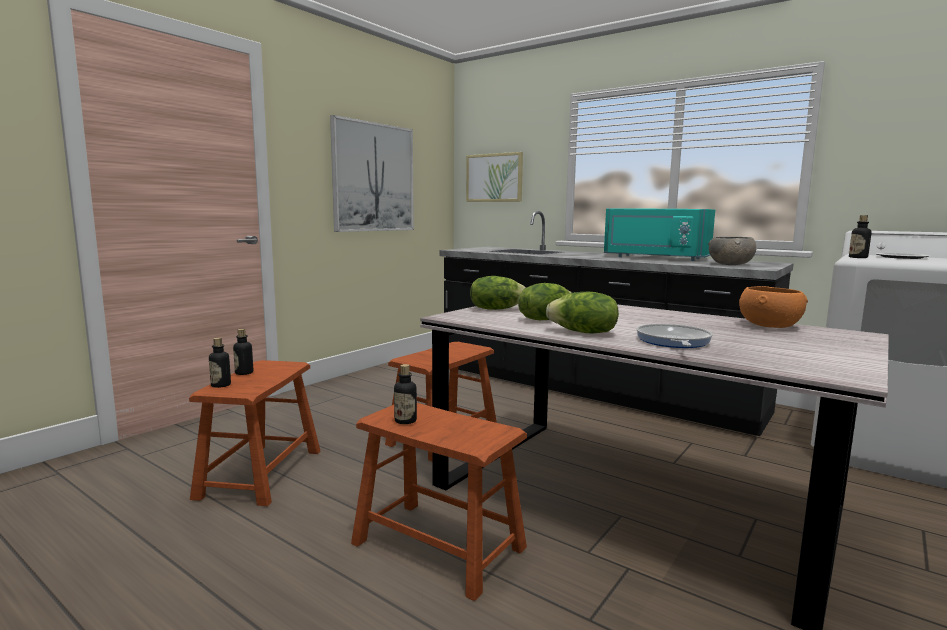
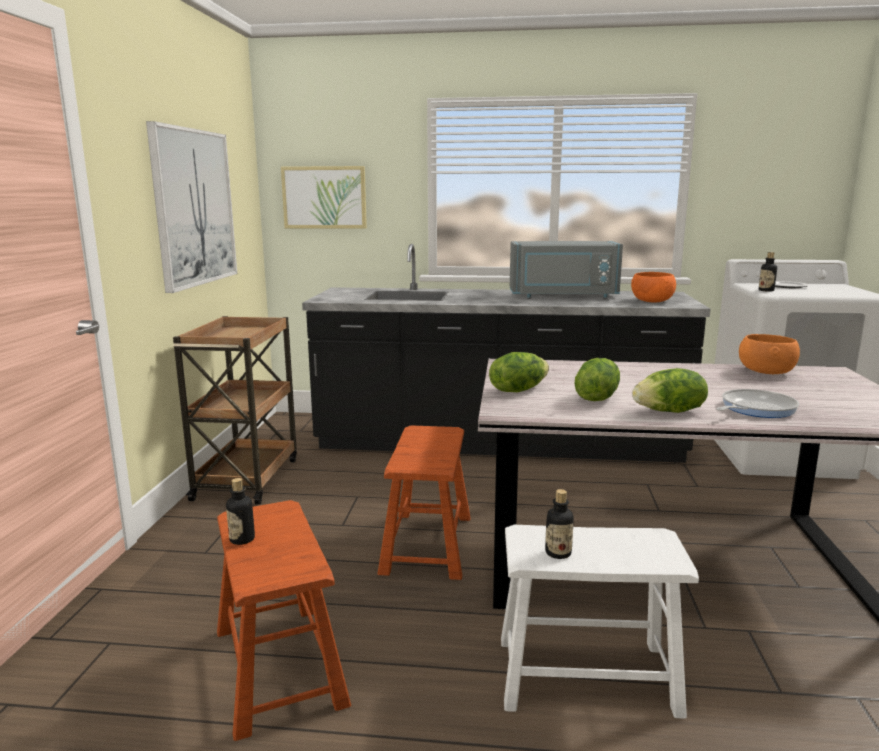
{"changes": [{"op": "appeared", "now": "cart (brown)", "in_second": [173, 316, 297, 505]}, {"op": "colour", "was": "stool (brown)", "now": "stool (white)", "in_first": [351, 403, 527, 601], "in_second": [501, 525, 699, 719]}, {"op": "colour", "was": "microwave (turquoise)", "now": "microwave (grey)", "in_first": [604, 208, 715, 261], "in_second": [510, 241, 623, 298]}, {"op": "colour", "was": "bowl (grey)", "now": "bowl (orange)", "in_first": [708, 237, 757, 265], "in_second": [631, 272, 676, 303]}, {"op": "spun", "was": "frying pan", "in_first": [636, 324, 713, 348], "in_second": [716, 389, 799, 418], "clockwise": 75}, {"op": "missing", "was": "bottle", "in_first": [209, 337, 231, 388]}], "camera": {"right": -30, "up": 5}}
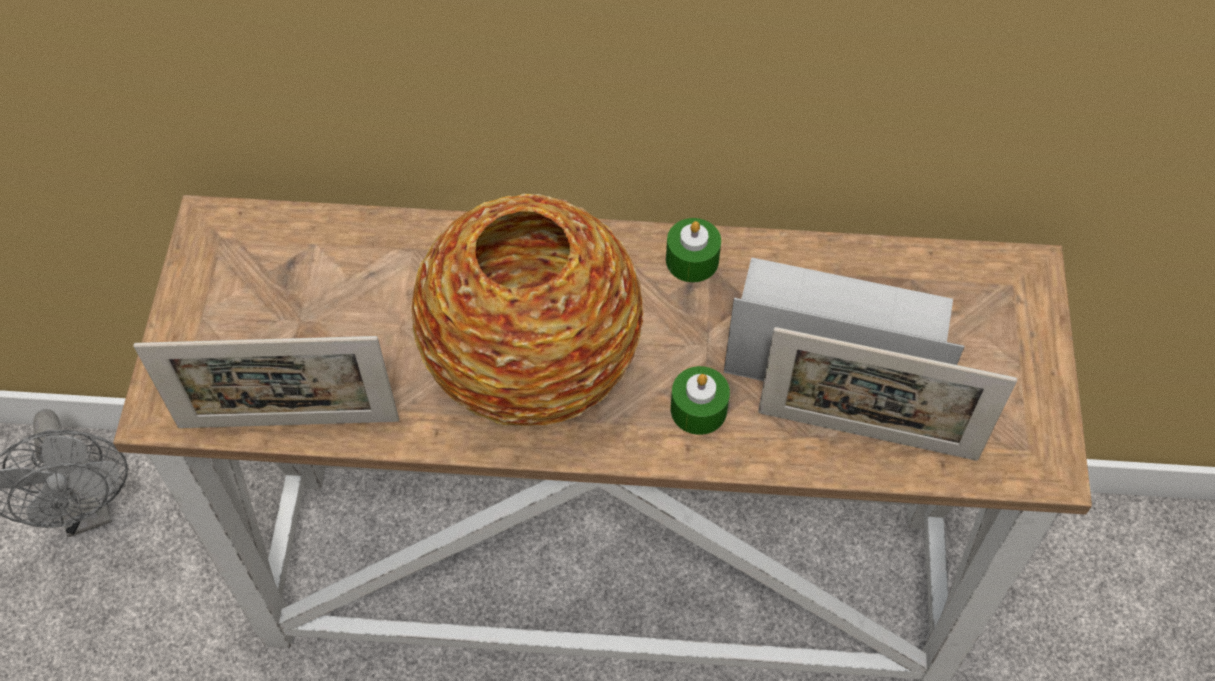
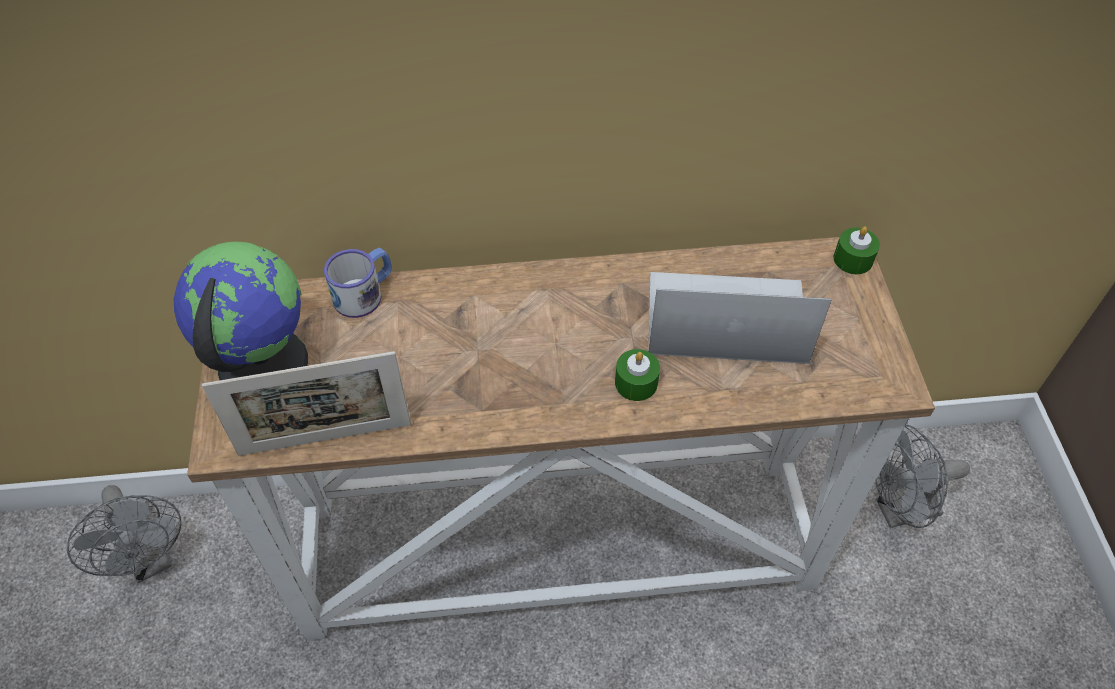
{"changes": [{"op": "appeared", "now": "globe", "in_second": [174, 242, 308, 380]}, {"op": "appeared", "now": "mug", "in_second": [324, 248, 392, 318]}, {"op": "relocated", "was": "candle (green)", "in_first": [666, 218, 721, 283], "in_second": [834, 227, 880, 274]}, {"op": "appeared", "now": "fan (grey)", "in_second": [875, 425, 970, 528]}, {"op": "missing", "was": "vase", "in_first": [411, 194, 643, 426]}, {"op": "missing", "was": "picture frame", "in_first": [758, 327, 1017, 461]}], "camera": {"right": -10, "up": -5}}
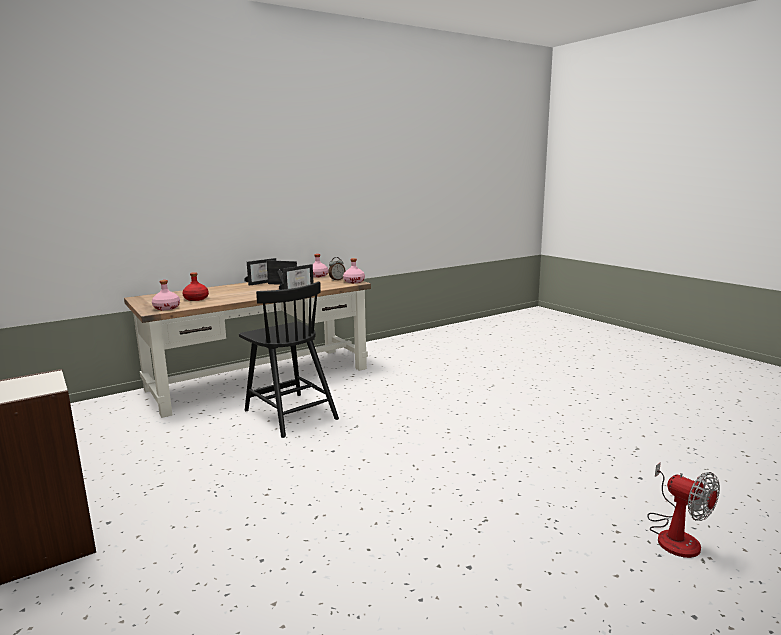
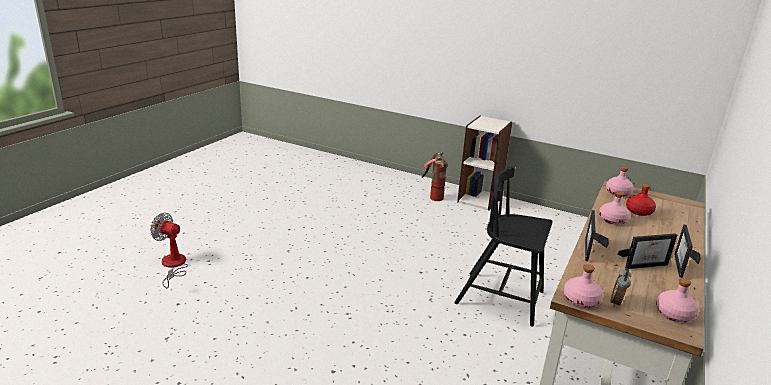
{"changes": [{"op": "appeared", "now": "fire extinguisher", "in_second": [422, 152, 447, 201]}, {"op": "appeared", "now": "bottle (pink)", "in_second": [599, 191, 630, 225]}], "camera": {"right": 150, "up": 10}}
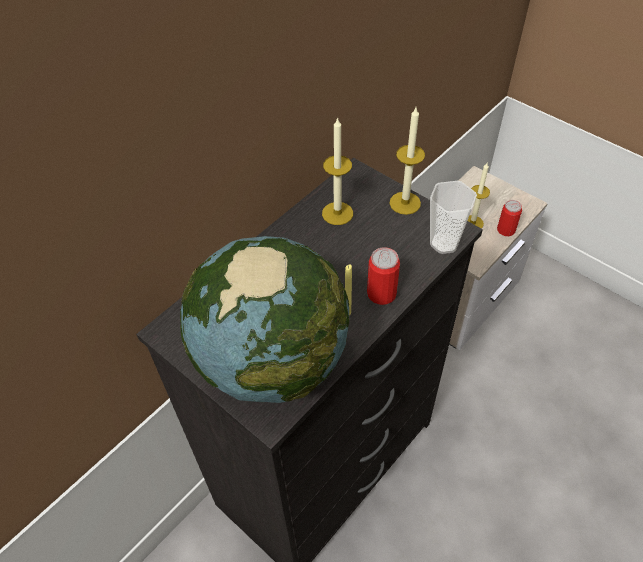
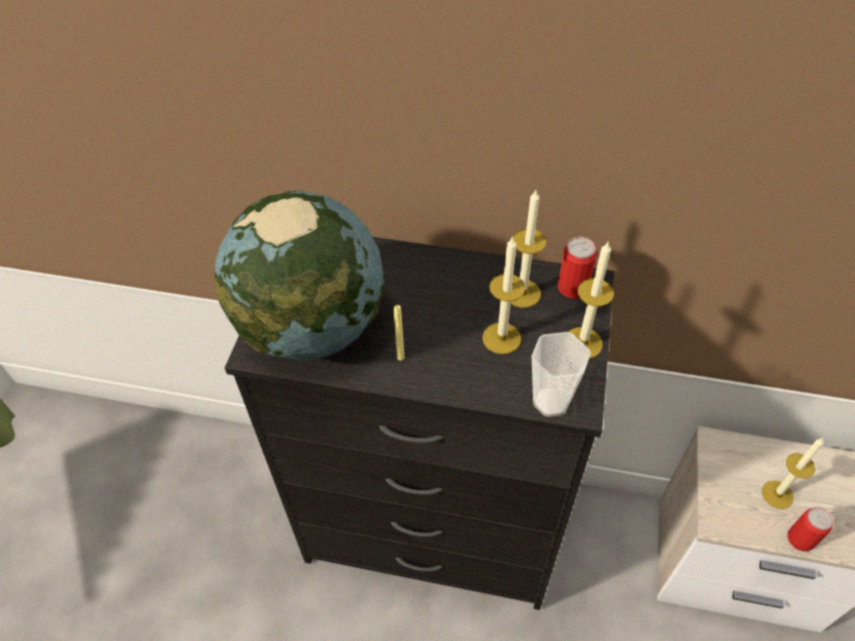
{"changes": [{"op": "appeared", "now": "candle", "in_second": [482, 236, 525, 354]}, {"op": "relocated", "was": "can", "in_first": [367, 247, 400, 305], "in_second": [557, 237, 597, 299]}], "camera": {"right": 60, "up": 0}}
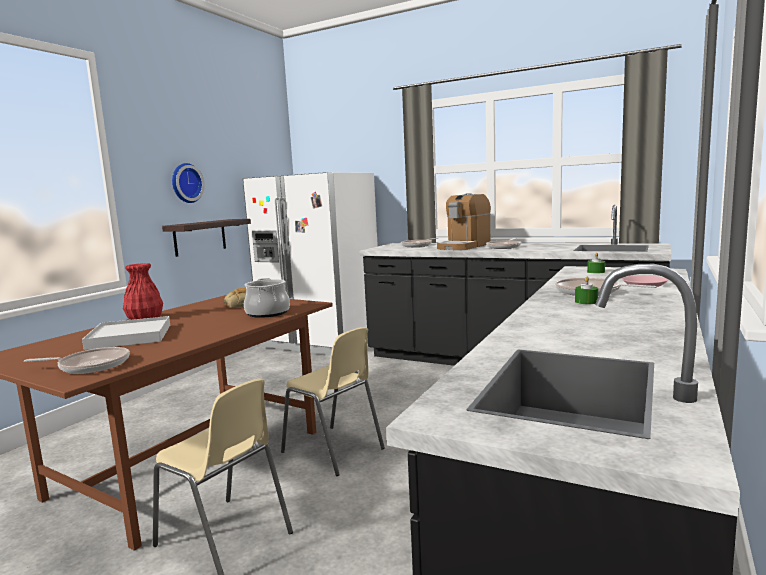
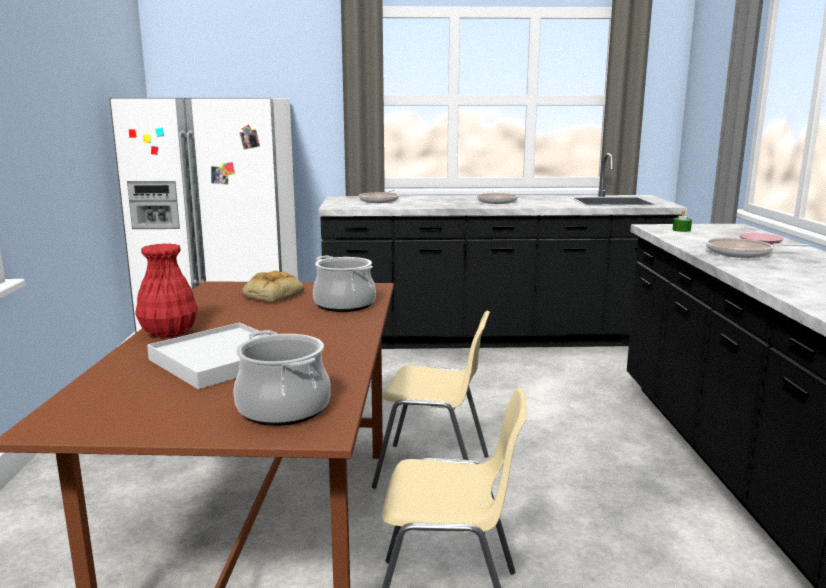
{"changes": [{"op": "exchanged", "was": "frying pan", "now": "cooking pot", "in_first": [24, 347, 130, 374], "in_second": [233, 330, 331, 426]}, {"op": "missing", "was": "shelf", "in_first": [162, 219, 251, 257]}, {"op": "missing", "was": "wall clock", "in_first": [172, 163, 205, 203]}, {"op": "missing", "was": "coffee machine", "in_first": [437, 193, 491, 250]}, {"op": "missing", "was": "candle (green)", "in_first": [575, 276, 598, 304]}], "camera": {"right": -30, "up": 5}}
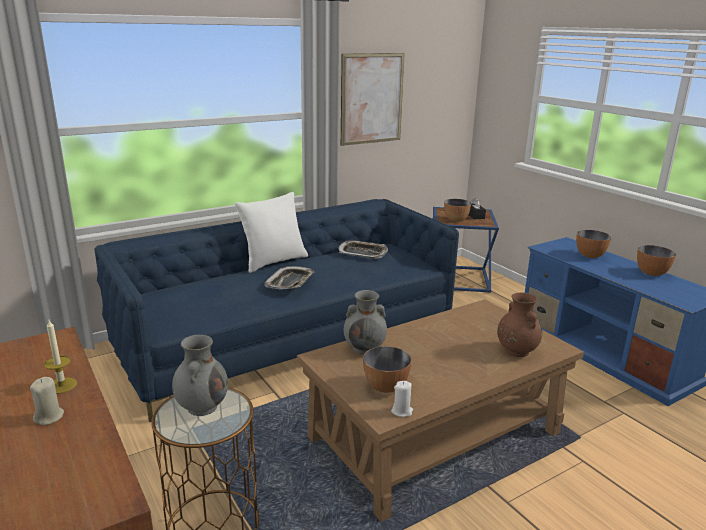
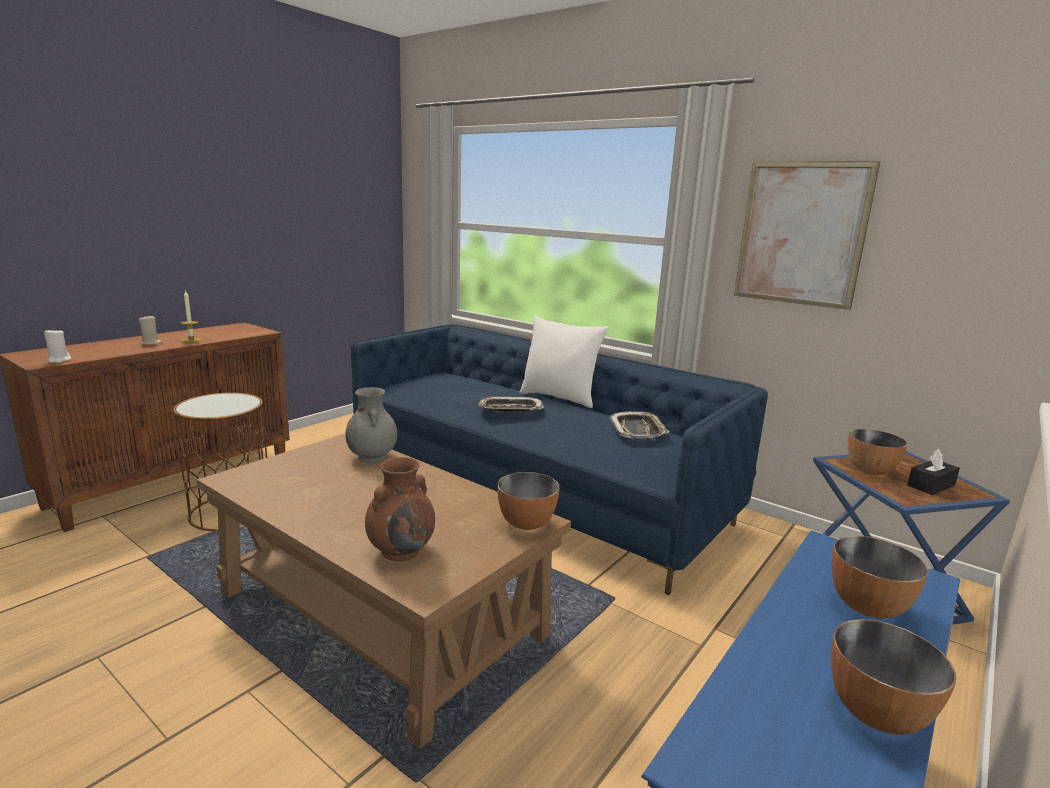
{"changes": [{"op": "relocated", "was": "candle (white)", "in_first": [391, 381, 413, 417], "in_second": [44, 328, 71, 363]}, {"op": "relocated", "was": "bowl", "in_first": [363, 346, 411, 393], "in_second": [497, 472, 559, 530]}, {"op": "missing", "was": "vase (grey)", "in_first": [172, 335, 228, 416]}], "camera": {"right": 70, "up": -5}}
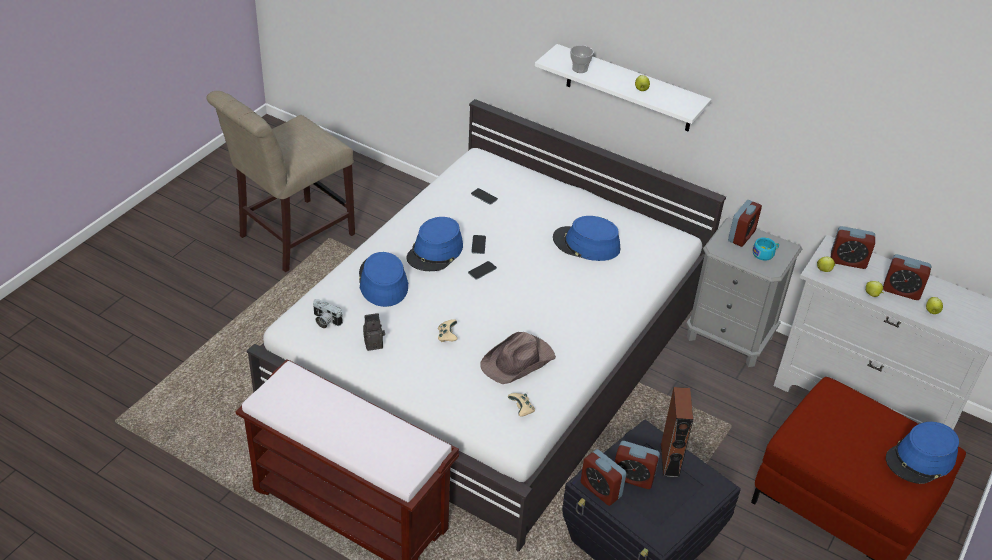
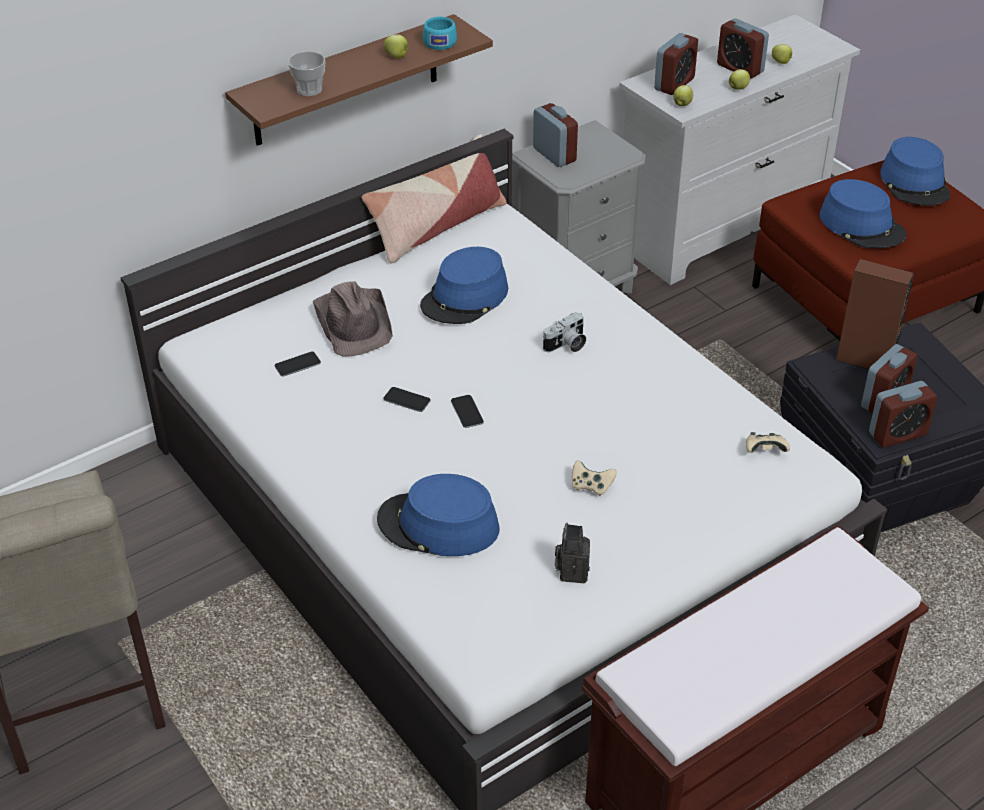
{"changes": [{"op": "colour", "was": "shelf (white)", "now": "shelf (brown)", "in_first": [535, 44, 711, 131], "in_second": [225, 14, 493, 146]}, {"op": "relocated", "was": "hat (brown)", "in_first": [480, 332, 556, 384], "in_second": [313, 281, 393, 357]}, {"op": "appeared", "now": "pillow", "in_second": [361, 134, 507, 263]}, {"op": "relocated", "was": "cup (turquoise)", "in_first": [752, 237, 779, 261], "in_second": [423, 17, 457, 50]}, {"op": "relocated", "was": "photo camera", "in_first": [313, 299, 343, 328], "in_second": [543, 312, 586, 352]}, {"op": "spun", "was": "alarm clock", "in_first": [883, 254, 931, 300], "in_second": [717, 18, 769, 79], "clockwise": 90}, {"op": "relocated", "was": "hat (blue)", "in_first": [407, 217, 463, 271], "in_second": [820, 179, 907, 248]}], "camera": {"right": -65, "up": 0}}
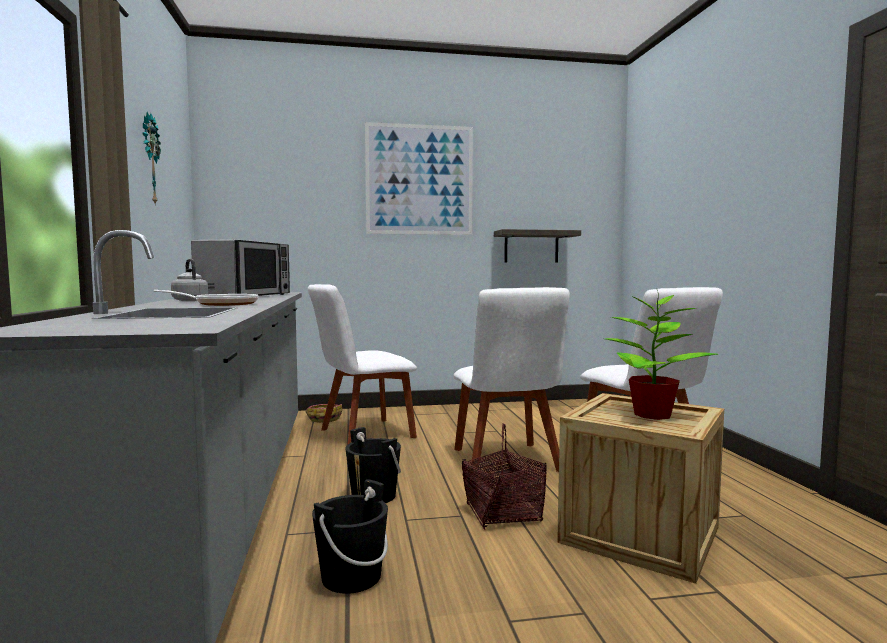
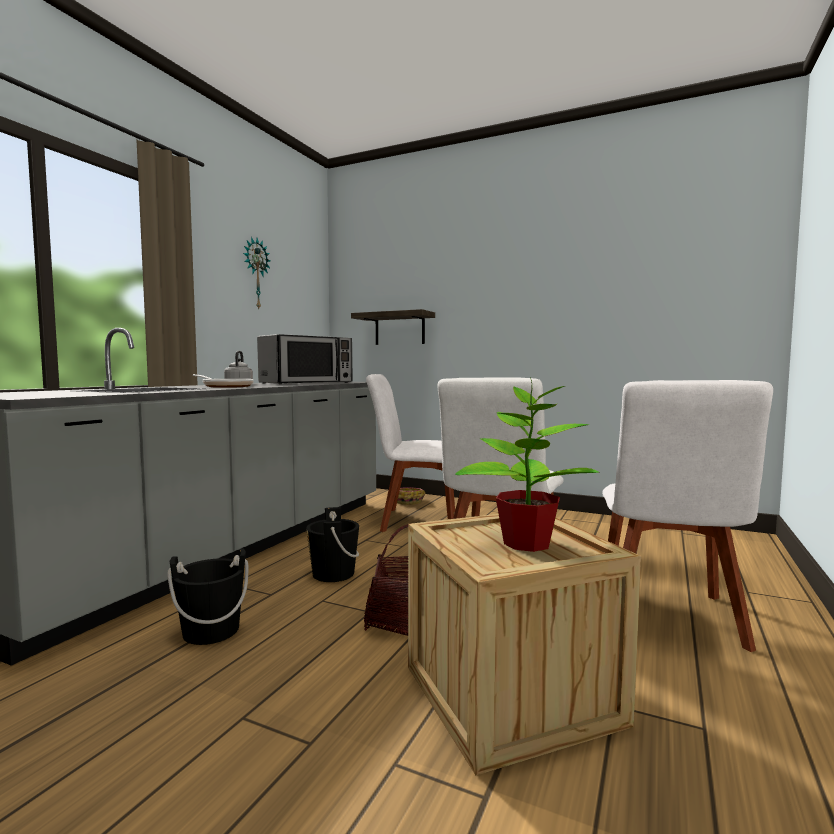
{"changes": [{"op": "relocated", "was": "shelf", "in_first": [494, 229, 581, 263], "in_second": [351, 309, 435, 345]}, {"op": "missing", "was": "picture", "in_first": [365, 122, 473, 235]}], "camera": {"right": 35, "up": 0}}
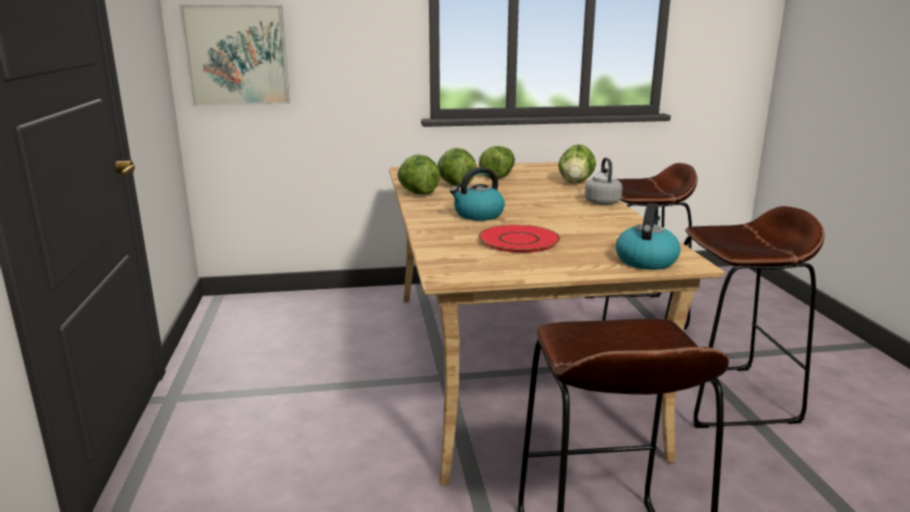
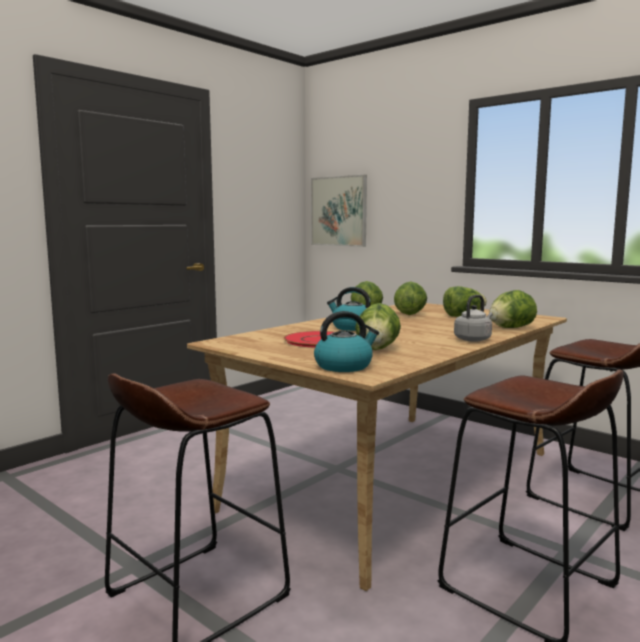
{"changes": [{"op": "appeared", "now": "lettuce", "in_second": [355, 303, 401, 350]}], "camera": {"right": 50, "up": -10}}
